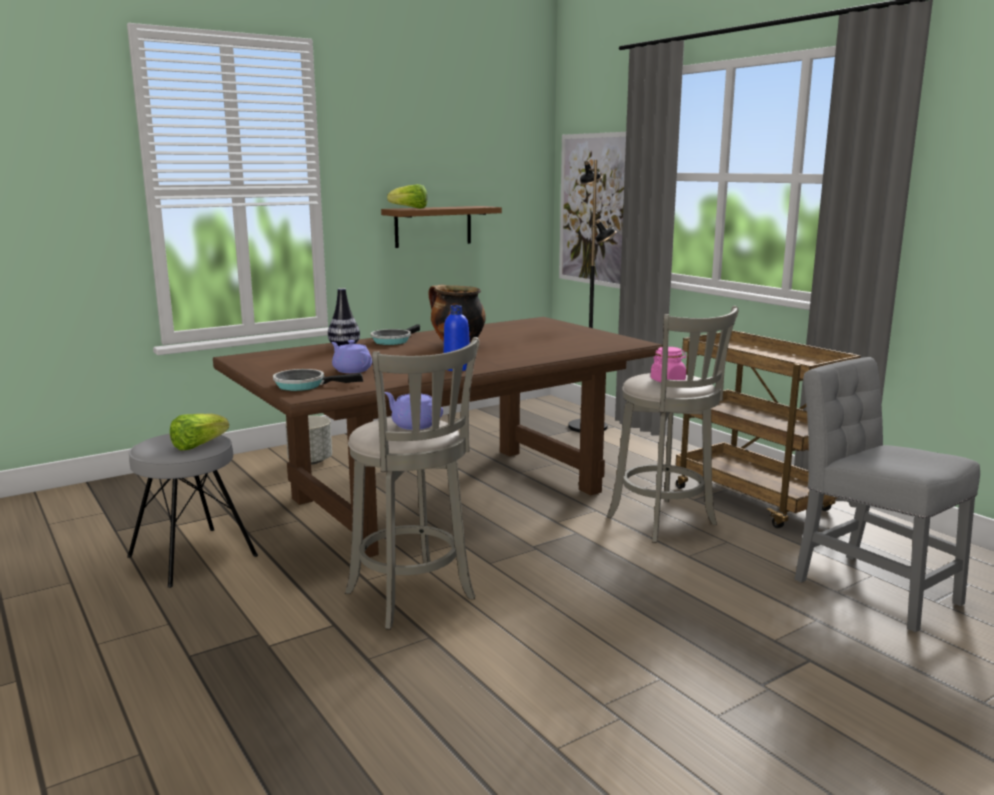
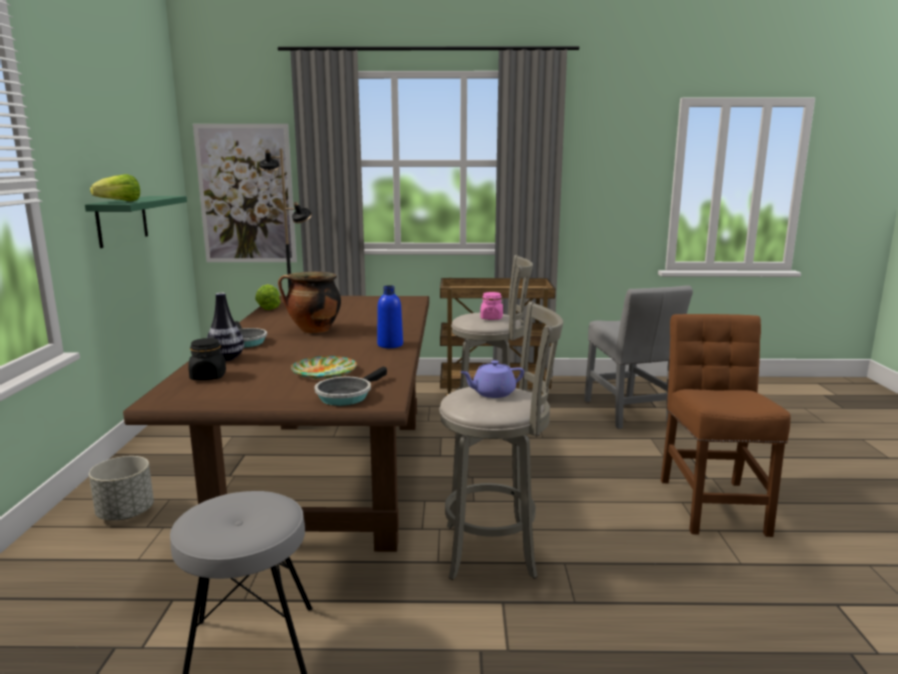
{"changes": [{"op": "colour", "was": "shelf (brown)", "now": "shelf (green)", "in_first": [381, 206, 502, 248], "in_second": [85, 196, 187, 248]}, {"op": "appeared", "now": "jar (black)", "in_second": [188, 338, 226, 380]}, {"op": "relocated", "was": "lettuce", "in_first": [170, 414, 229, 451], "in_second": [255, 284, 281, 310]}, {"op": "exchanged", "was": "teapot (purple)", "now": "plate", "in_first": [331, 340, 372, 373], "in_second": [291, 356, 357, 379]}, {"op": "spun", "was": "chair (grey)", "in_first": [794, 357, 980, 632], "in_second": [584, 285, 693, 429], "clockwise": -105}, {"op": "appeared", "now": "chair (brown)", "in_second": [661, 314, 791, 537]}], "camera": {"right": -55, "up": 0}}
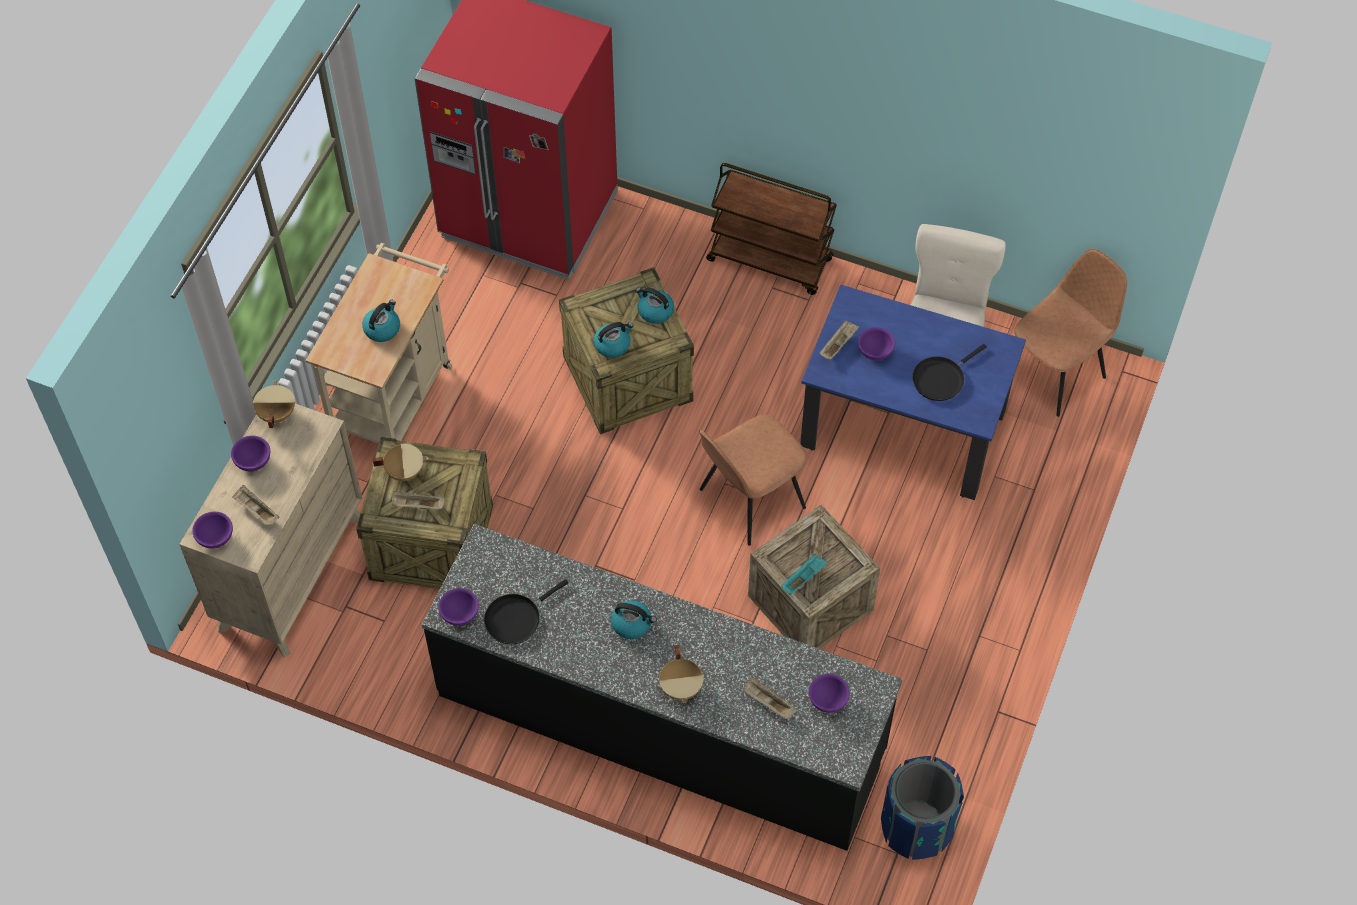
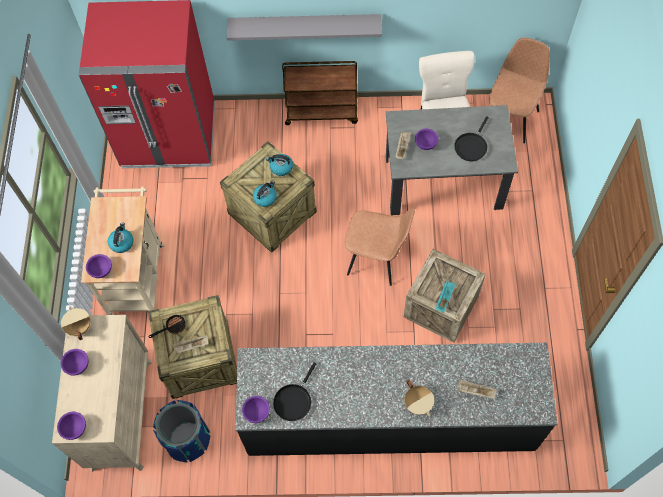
{"changes": [{"op": "relocated", "was": "bowl (purple)", "in_first": [809, 674, 850, 713], "in_second": [86, 254, 112, 278]}, {"op": "exchanged", "was": "cooking pot (beige)", "now": "frying pan", "in_first": [373, 444, 429, 481], "in_second": [149, 314, 186, 338]}, {"op": "relocated", "was": "trash can (blue)", "in_first": [881, 756, 964, 860], "in_second": [153, 400, 210, 462]}, {"op": "appeared", "now": "shelf (grey)", "in_second": [227, 14, 382, 41]}, {"op": "spun", "was": "chair (brown)", "in_first": [699, 414, 808, 546], "in_second": [345, 208, 415, 286], "clockwise": -105}, {"op": "colour", "was": "dining table (blue)", "now": "dining table (grey)", "in_first": [800, 284, 1026, 500], "in_second": [386, 105, 518, 215]}, {"op": "missing", "was": "tray (beige)", "in_first": [232, 485, 279, 526]}, {"op": "missing", "was": "kettle", "in_first": [611, 600, 657, 639]}], "camera": {"right": -20, "up": 5}}
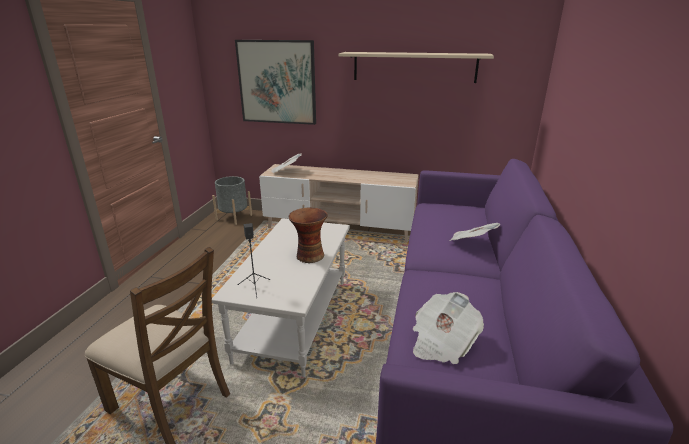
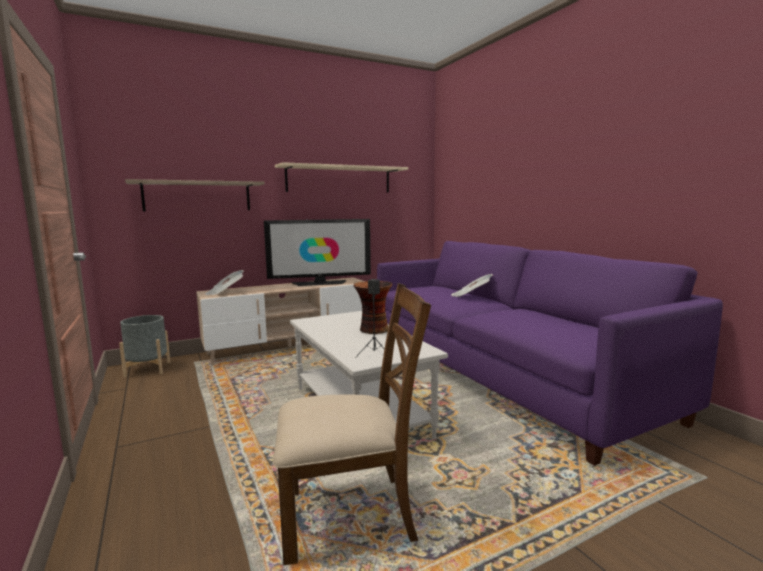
{"changes": [{"op": "exchanged", "was": "picture", "now": "shelf", "in_first": [235, 40, 316, 125], "in_second": [125, 179, 265, 211]}, {"op": "appeared", "now": "television", "in_second": [264, 219, 371, 286]}, {"op": "missing", "was": "newspaper", "in_first": [413, 292, 484, 364]}], "camera": {"right": -40, "up": -15}}
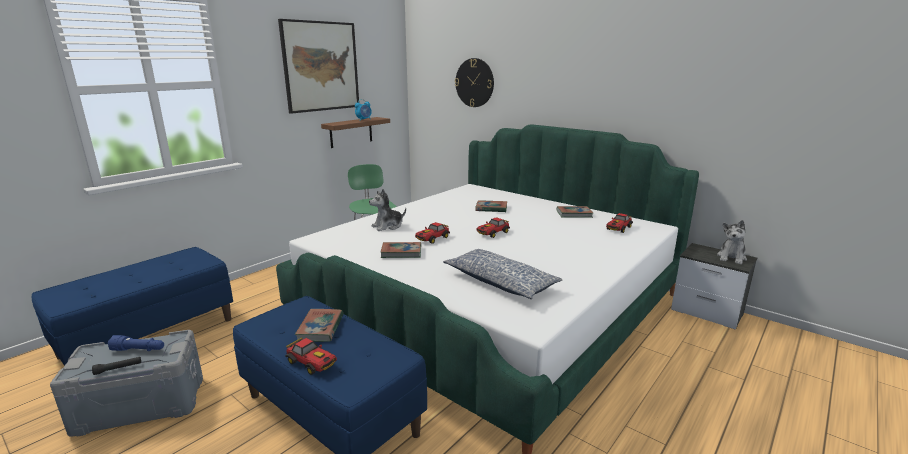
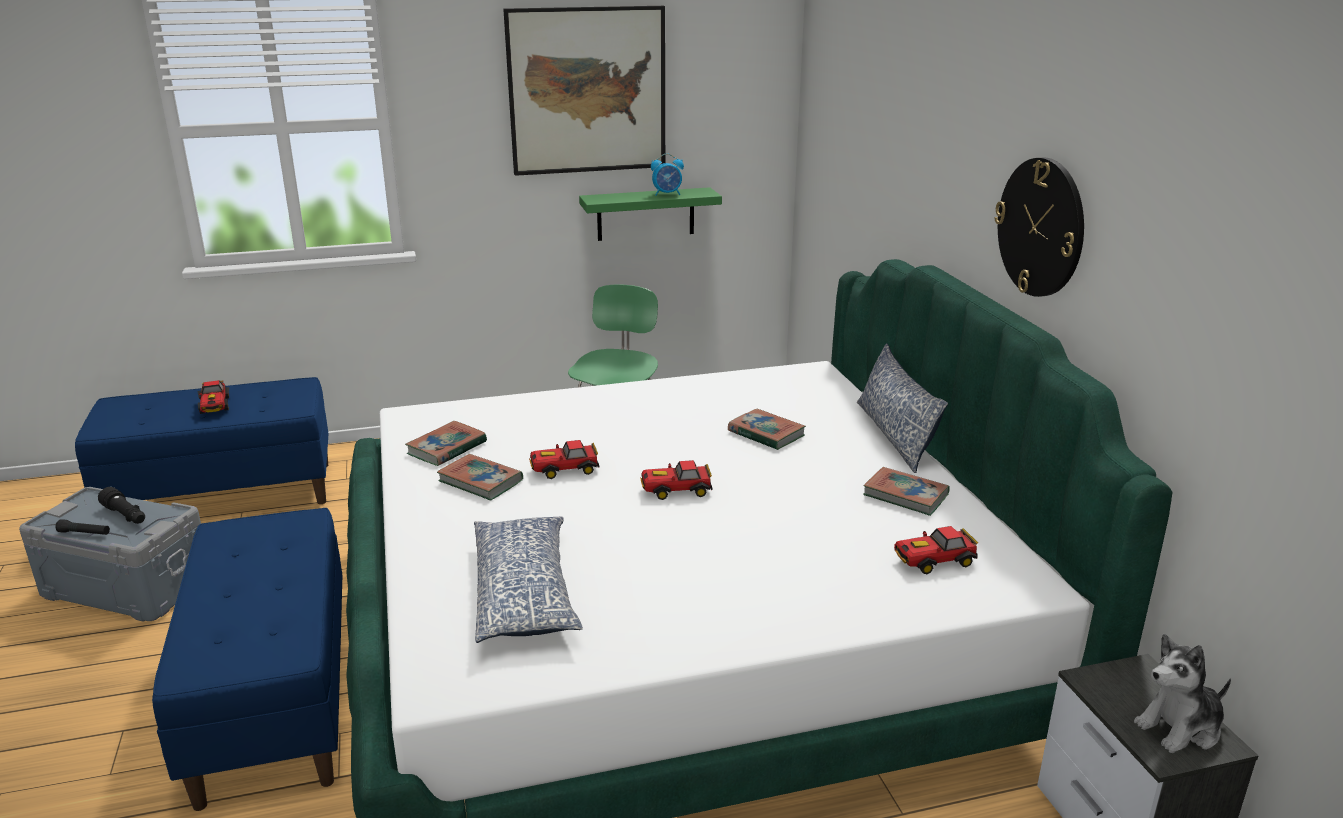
{"changes": [{"op": "colour", "was": "flashlight (blue)", "now": "flashlight (black)", "in_first": [108, 335, 164, 351], "in_second": [98, 487, 145, 524]}, {"op": "relocated", "was": "toy car", "in_first": [285, 337, 337, 375], "in_second": [197, 380, 229, 414]}, {"op": "relocated", "was": "book", "in_first": [295, 309, 344, 342], "in_second": [405, 421, 487, 466]}, {"op": "colour", "was": "shelf (brown)", "now": "shelf (green)", "in_first": [321, 117, 390, 148], "in_second": [579, 187, 722, 241]}, {"op": "appeared", "now": "pillow", "in_second": [857, 343, 948, 473]}, {"op": "relocated", "was": "wall clock", "in_first": [455, 58, 494, 107], "in_second": [995, 157, 1084, 297]}, {"op": "missing", "was": "plush toy", "in_first": [369, 189, 406, 231]}], "camera": {"right": 35, "up": 5}}
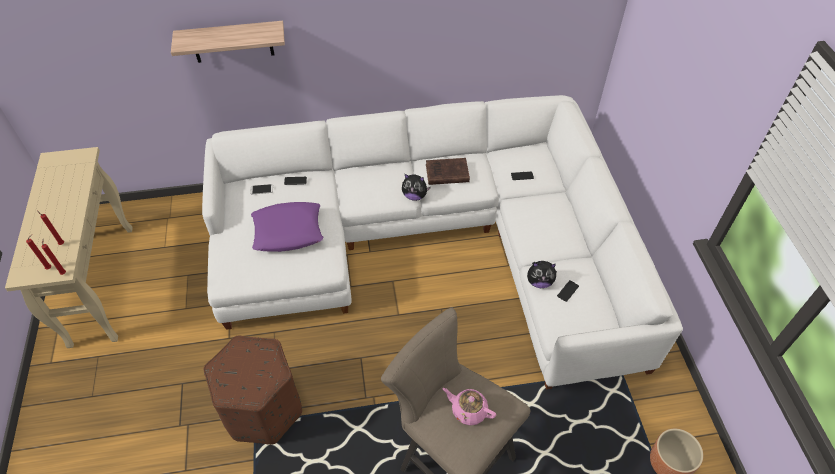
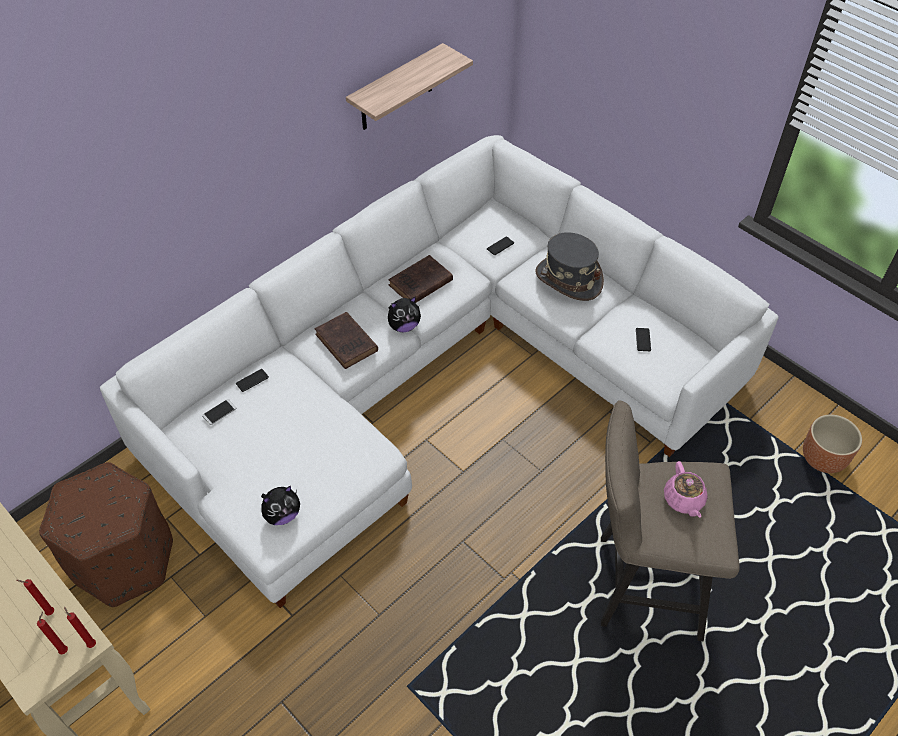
{"changes": [{"op": "relocated", "was": "ottoman (brown)", "in_first": [204, 336, 302, 445], "in_second": [39, 462, 173, 607]}, {"op": "relocated", "was": "plush toy", "in_first": [527, 261, 558, 288], "in_second": [261, 486, 300, 525]}, {"op": "appeared", "now": "book (brown)", "in_second": [315, 312, 378, 369]}, {"op": "relocated", "was": "shelf", "in_first": [171, 21, 285, 63], "in_second": [346, 43, 473, 130]}, {"op": "appeared", "now": "hat (grey)", "in_second": [535, 232, 604, 301]}, {"op": "spun", "was": "teapot (pink)", "in_first": [442, 388, 496, 426], "in_second": [664, 461, 708, 518], "clockwise": -90}, {"op": "missing", "was": "pillow (purple)", "in_first": [251, 202, 323, 252]}], "camera": {"right": -35, "up": 0}}
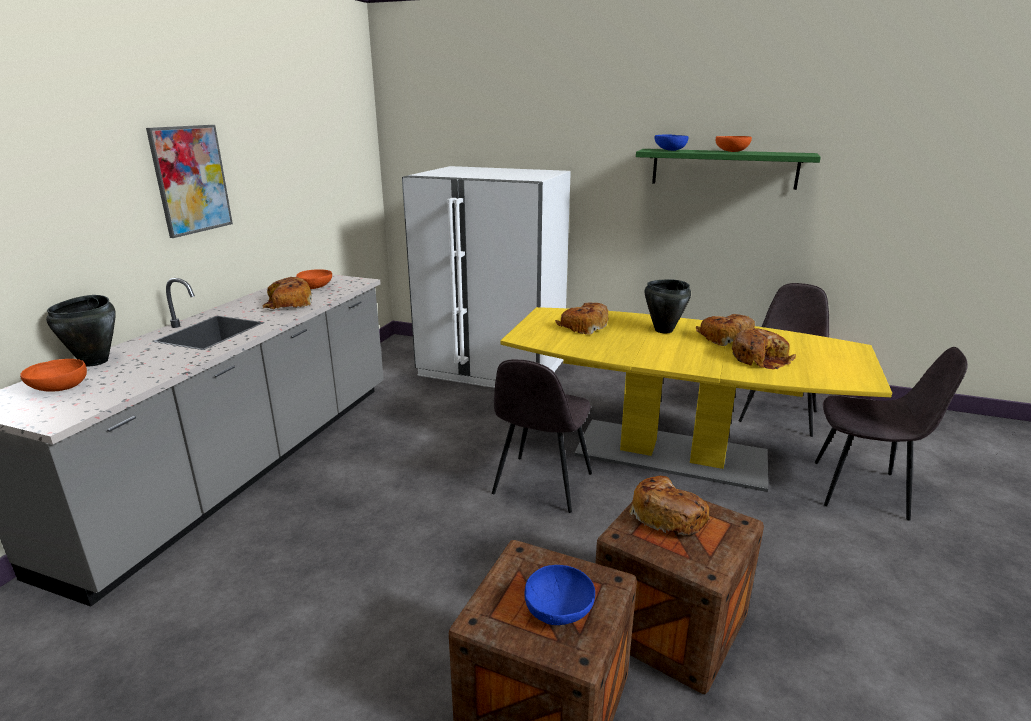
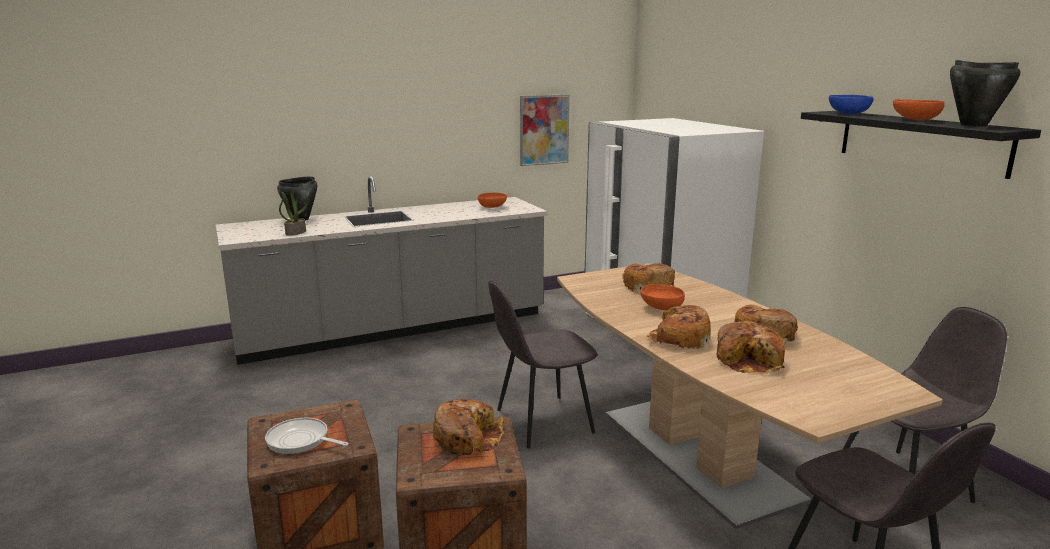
{"changes": [{"op": "exchanged", "was": "bowl (blue)", "now": "frying pan", "in_first": [525, 565, 595, 625], "in_second": [265, 418, 349, 454]}, {"op": "appeared", "now": "potted plant", "in_second": [279, 189, 308, 236]}, {"op": "relocated", "was": "picture", "in_first": [146, 125, 233, 238], "in_second": [520, 94, 570, 166]}, {"op": "colour", "was": "dining table (yellow)", "now": "dining table (brown)", "in_first": [500, 307, 892, 492], "in_second": [557, 263, 943, 529]}, {"op": "relocated", "was": "bowl (orange)", "in_first": [20, 359, 87, 392], "in_second": [640, 284, 685, 310]}, {"op": "relocated", "was": "bread", "in_first": [262, 277, 312, 309], "in_second": [646, 305, 711, 349]}, {"op": "colour", "was": "shelf (green)", "now": "shelf (black)", "in_first": [636, 149, 821, 190], "in_second": [801, 111, 1041, 179]}, {"op": "relocated", "was": "cooking pot (black)", "in_first": [644, 279, 691, 333], "in_second": [950, 60, 1021, 127]}], "camera": {"right": 45, "up": -5}}
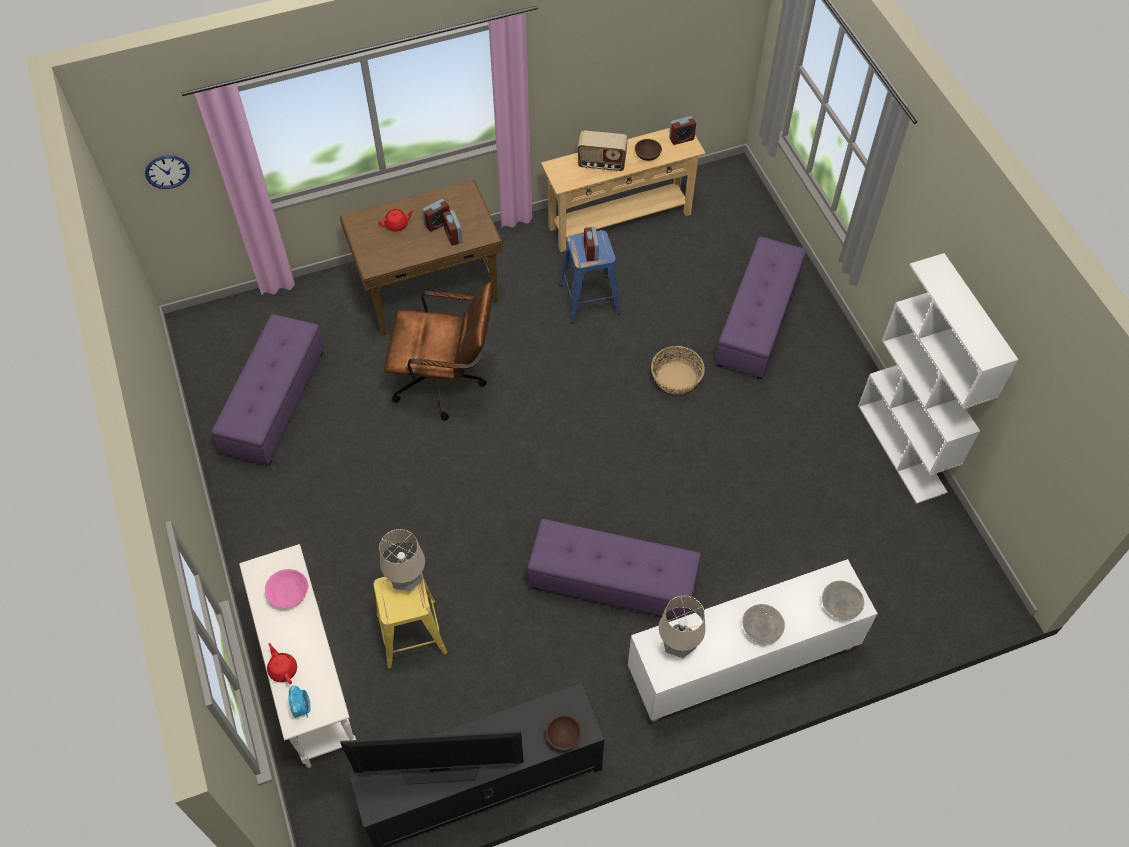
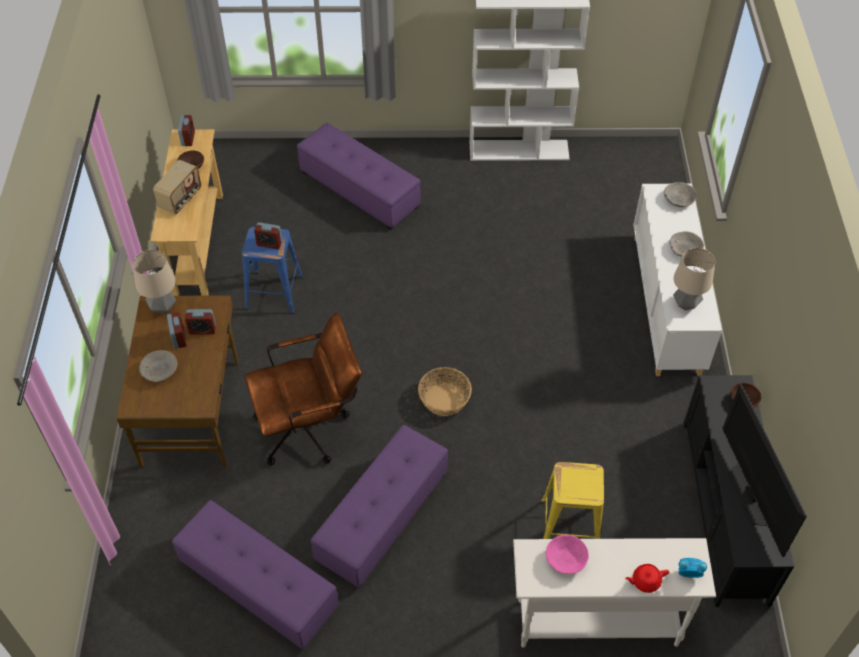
{"changes": [{"op": "relocated", "was": "table lamp", "in_first": [379, 529, 425, 591], "in_second": [133, 250, 176, 314]}, {"op": "exchanged", "was": "teapot (red)", "now": "bowl (grey)", "in_first": [378, 209, 414, 231], "in_second": [139, 350, 177, 382]}, {"op": "spun", "was": "office chair (brown)", "in_first": [384, 281, 493, 420], "in_second": [245, 312, 362, 465], "clockwise": 45}, {"op": "relocated", "was": "ottoman (purple)", "in_first": [528, 519, 701, 619], "in_second": [311, 425, 448, 588]}, {"op": "relocated", "was": "basket", "in_first": [651, 346, 705, 395], "in_second": [418, 367, 472, 416]}, {"op": "spun", "was": "television", "in_first": [340, 731, 524, 785], "in_second": [722, 383, 807, 557], "clockwise": 150}, {"op": "missing", "was": "wall clock", "in_first": [145, 155, 190, 189]}], "camera": {"right": -70, "up": -5}}
